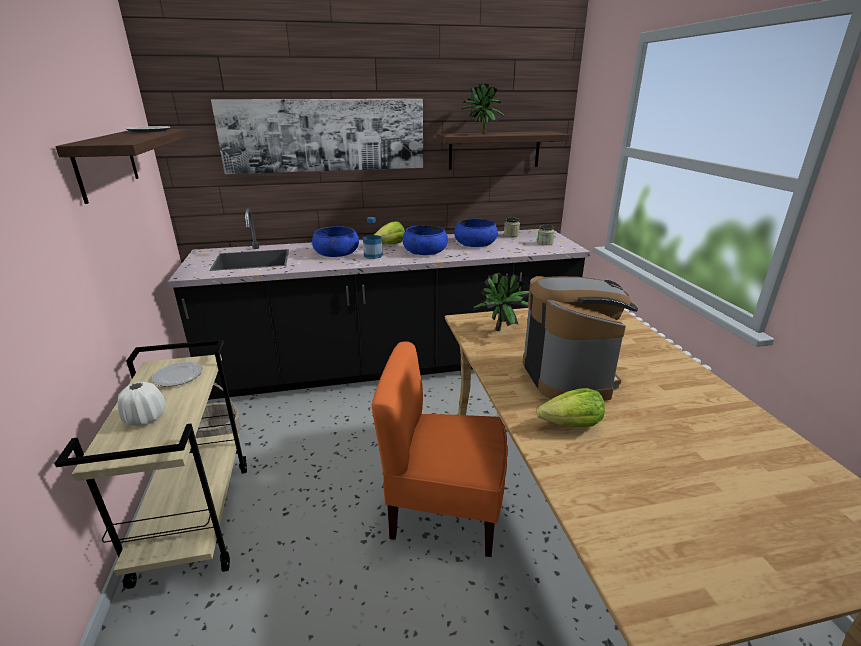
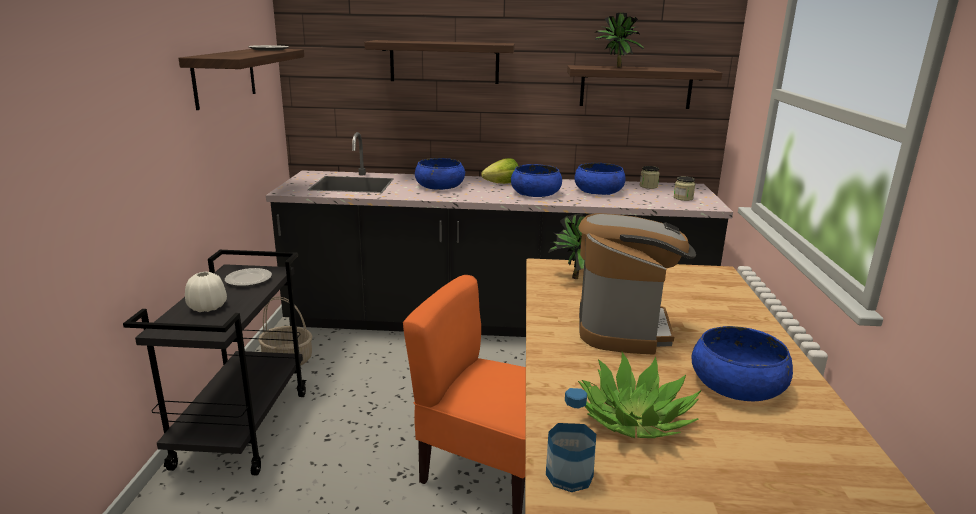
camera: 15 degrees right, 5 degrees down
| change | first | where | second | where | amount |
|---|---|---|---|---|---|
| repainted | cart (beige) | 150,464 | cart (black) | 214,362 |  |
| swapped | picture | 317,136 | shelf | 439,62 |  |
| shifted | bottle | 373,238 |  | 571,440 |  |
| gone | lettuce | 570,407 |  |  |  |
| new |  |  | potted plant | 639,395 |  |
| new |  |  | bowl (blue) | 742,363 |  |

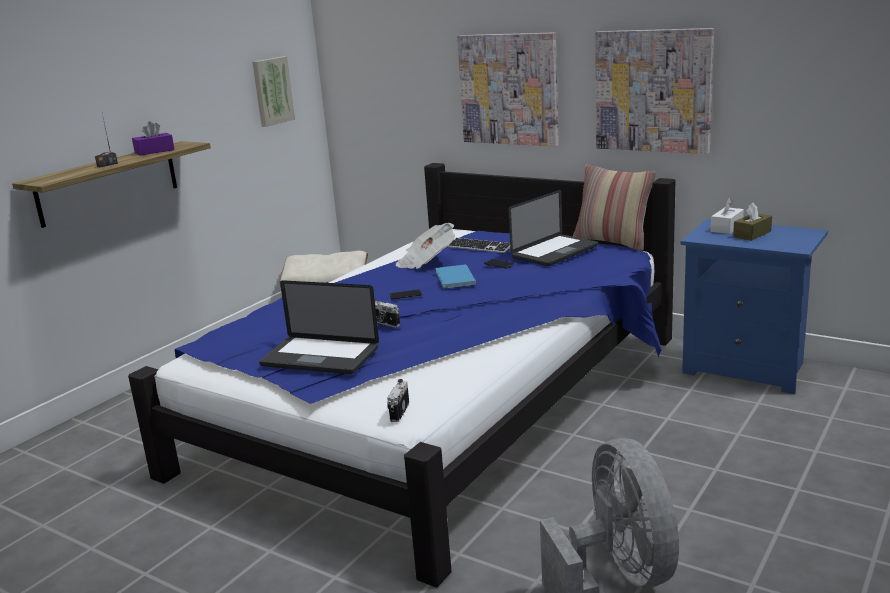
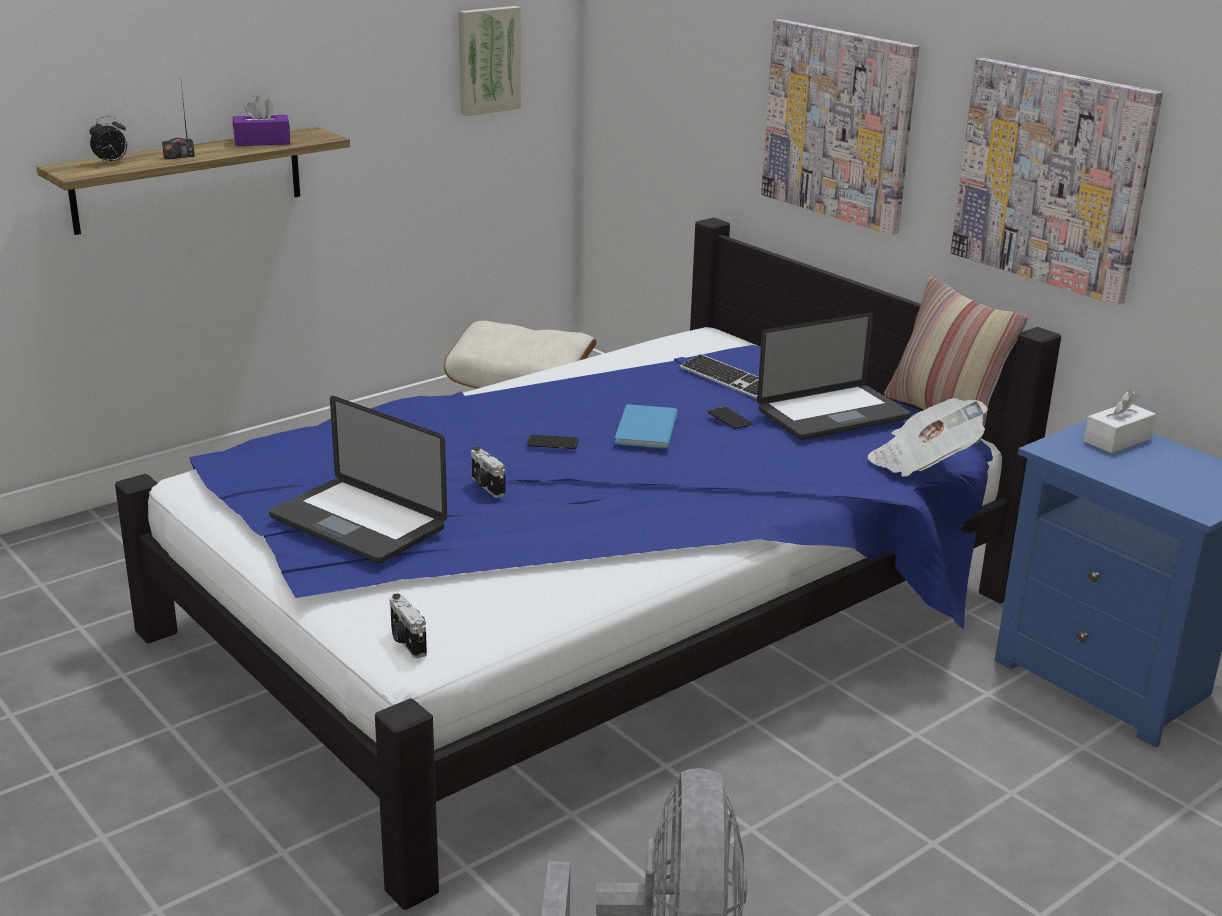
camera: 15 degrees right, 5 degrees up
| change | first | where | second | where | amount |
|---|---|---|---|---|---|
| rotated | photo camera | 398,400 |  | 408,626 | 60 degrees counterclockwise |
| shifted | newspaper | 425,246 |  | 928,437 |  |
| gone | tissue box (brown) | 752,222 |  |  |  |
| new |  |  | alarm clock | 108,140 |  |

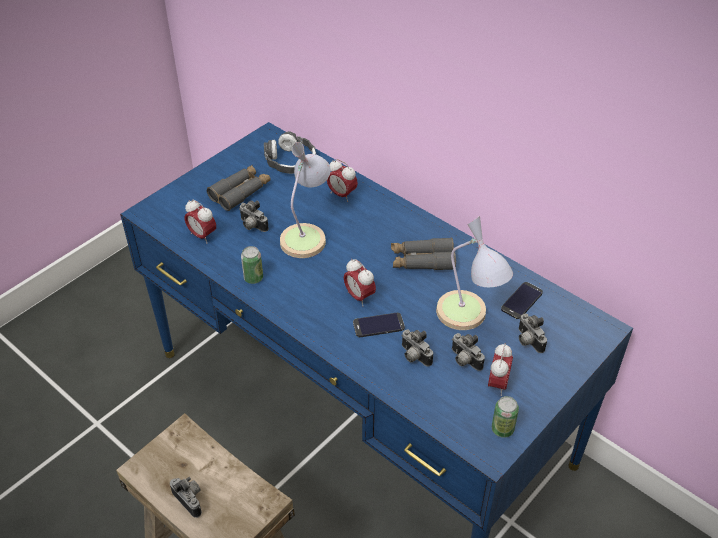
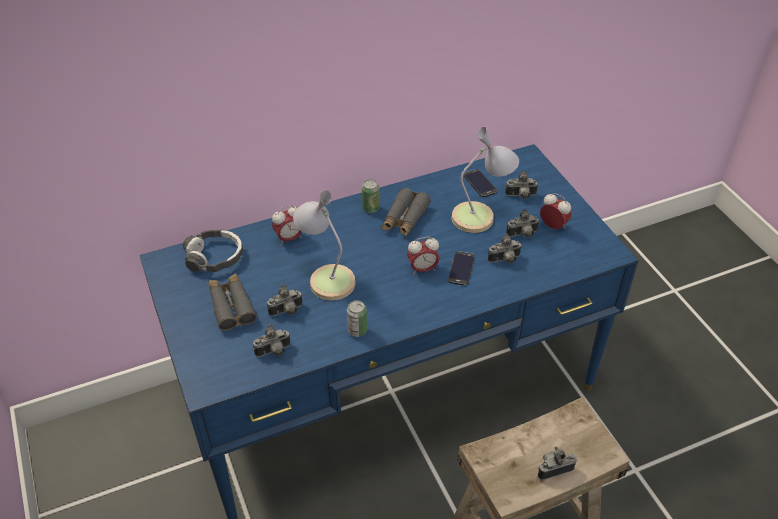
camera: 65 degrees left, 0 degrees up
| change | first | where | second | where | amount |
|---|---|---|---|---|---|
| swapped | alarm clock | 200,222 | photo camera | 272,340 |  |
| shifted | can | 505,417 |  | 370,196 |  |

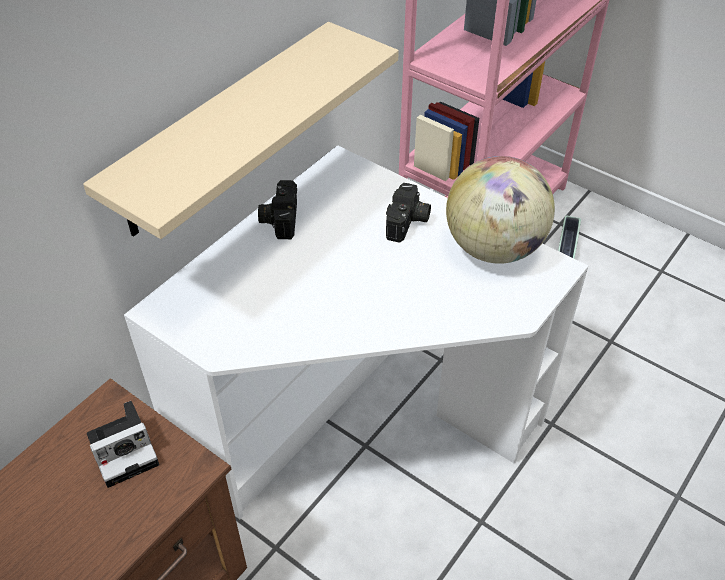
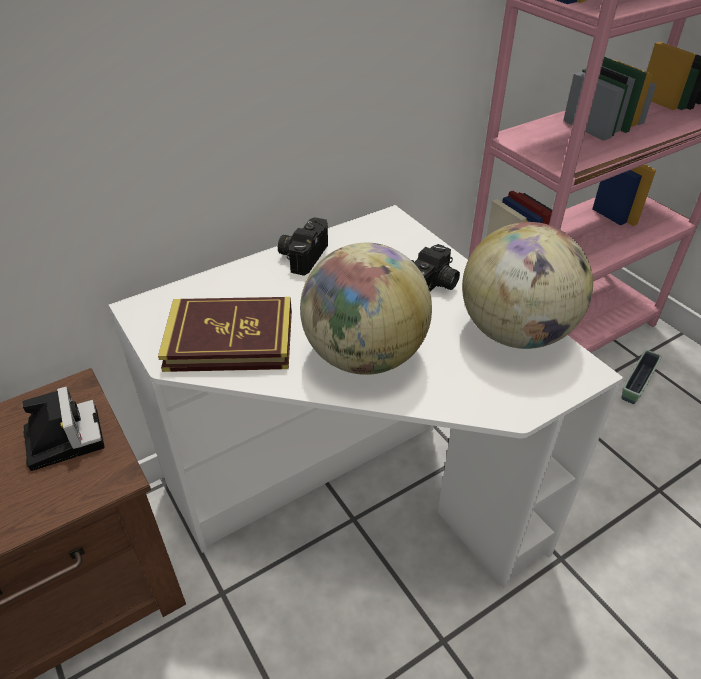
camera: 20 degrees right, 5 degrees down
| change | first | where | second | where | amount |
|---|---|---|---|---|---|
| gone | shelf (beige) | 241,130 |  |  |  |
| rotated | photo camera | 123,444 |  | 63,428 | 105 degrees counterclockwise |
| new |  |  | book | 225,334 |  |
| new |  |  | globe | 366,309 |  |

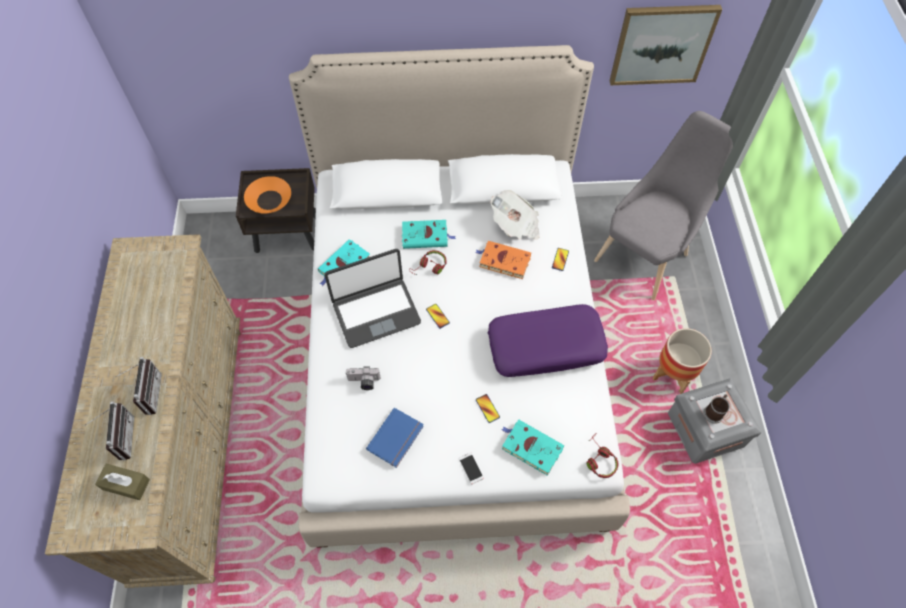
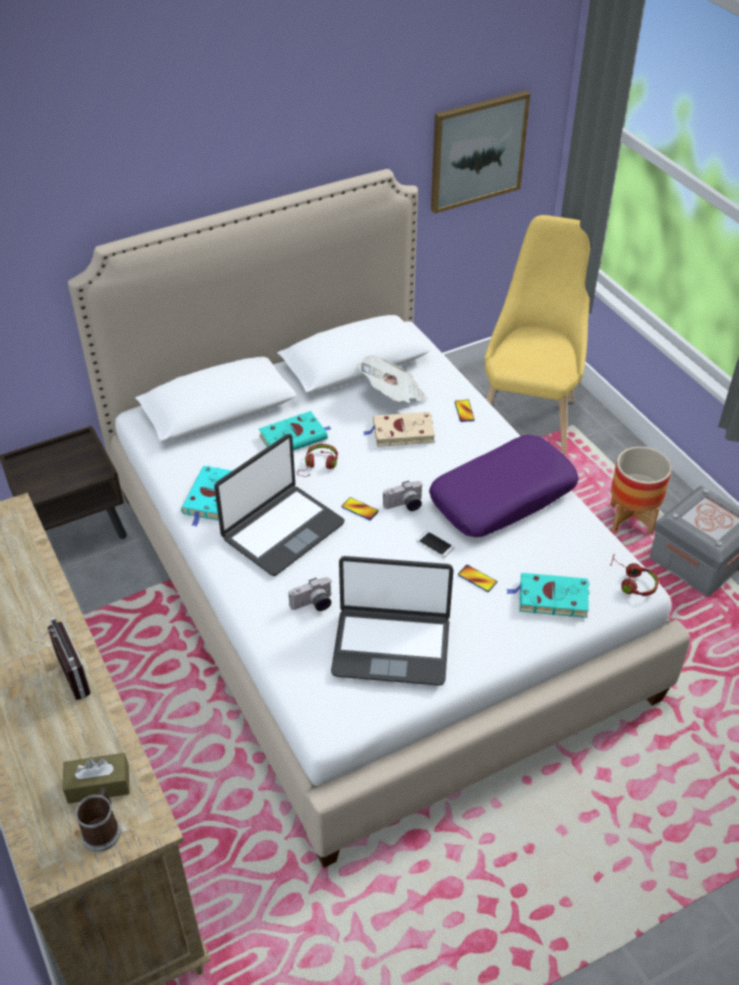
camera: 25 degrees left, 15 degrees down
| change | first | where | second | where | amount |
|---|---|---|---|---|---|
| gone | radio | 110,430 |  |  |  |
| gone | bowl (orange) | 267,195 |  |  |  |
| swapped | book (blue) | 395,438 | laptop | 392,621 |  |
| shifted | phone | 471,468 |  | 435,544 |  |
| repainted | book (orange) | 503,260 | book (beige) | 399,429 |  |
| repainted | chair (grey) | 663,205 | chair (yellow) | 537,335 |  |
| shifted | mug | 716,409 |  | 98,819 |  |
| new |  |  | photo camera | 403,496 |  |

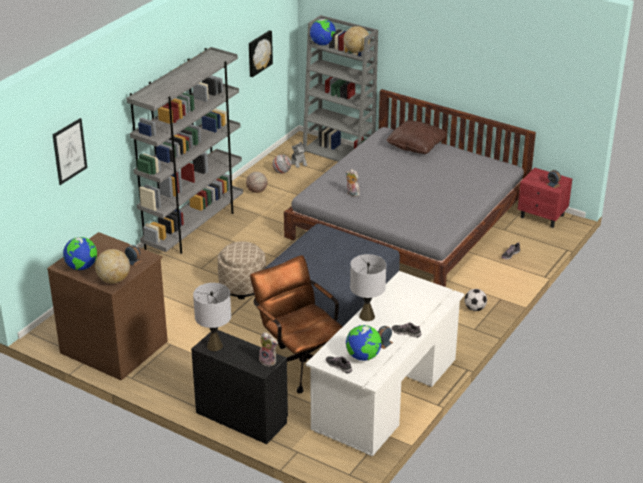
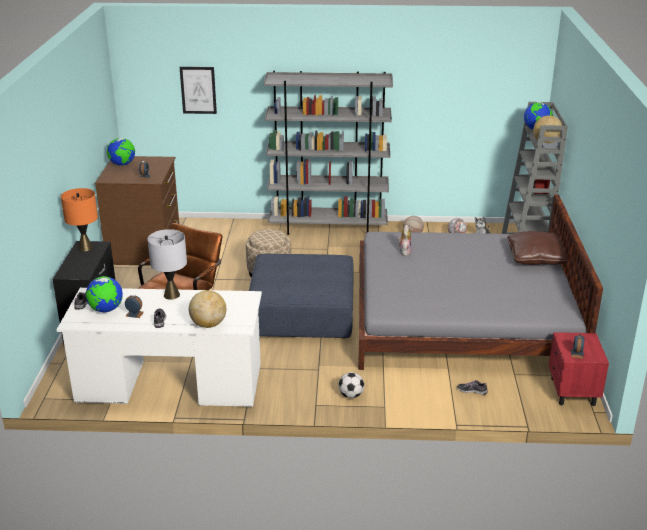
camera: 60 degrees right, 5 degrees down
| change | first | where | second | where | amount |
|---|---|---|---|---|---|
| shifted | globe | 112,266 |  | 207,309 |  |
| repainted | table lamp (grey) | 212,317 | table lamp (orange) | 79,219 |  |
| gone | picture | 261,53 |  |  |  |
| gone | plush toy | 268,349 |  |  |  |

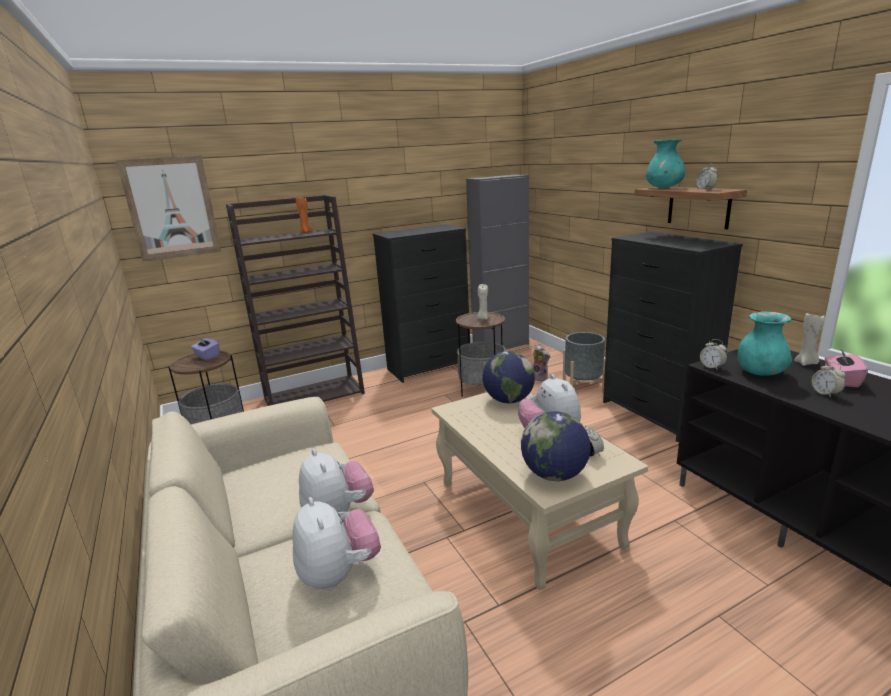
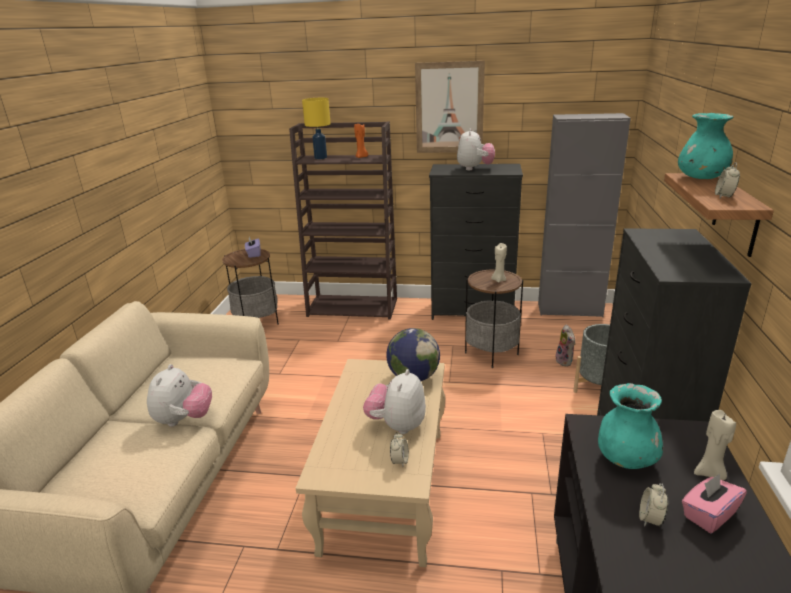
camera: 35 degrees right, 5 degrees up
| change | first | where | second | where | amount |
|---|---|---|---|---|---|
| shifted | picture | 169,208 |  | 450,107 |  |
| shifted | plush toy | 336,543 |  | 476,149 |  |
| gone | globe | 556,446 |  |  |  |
| gone | alarm clock | 713,354 |  |  |  |
| new |  |  | table lamp (yellow) | 316,128 |  |

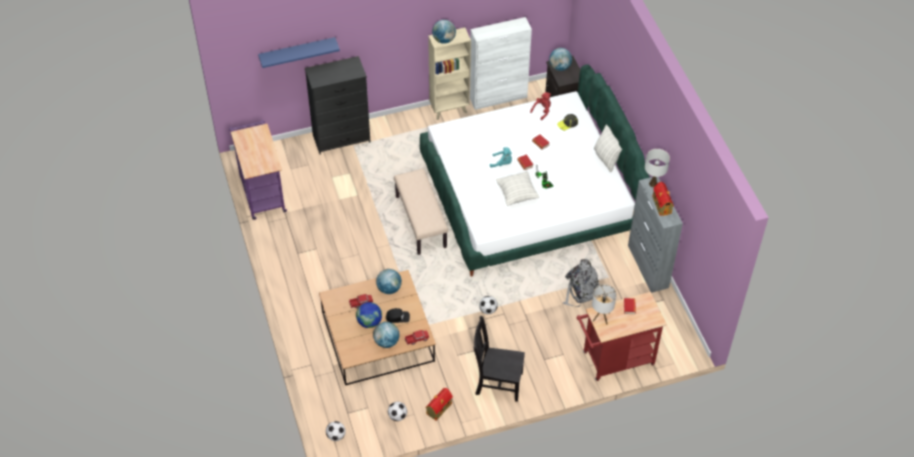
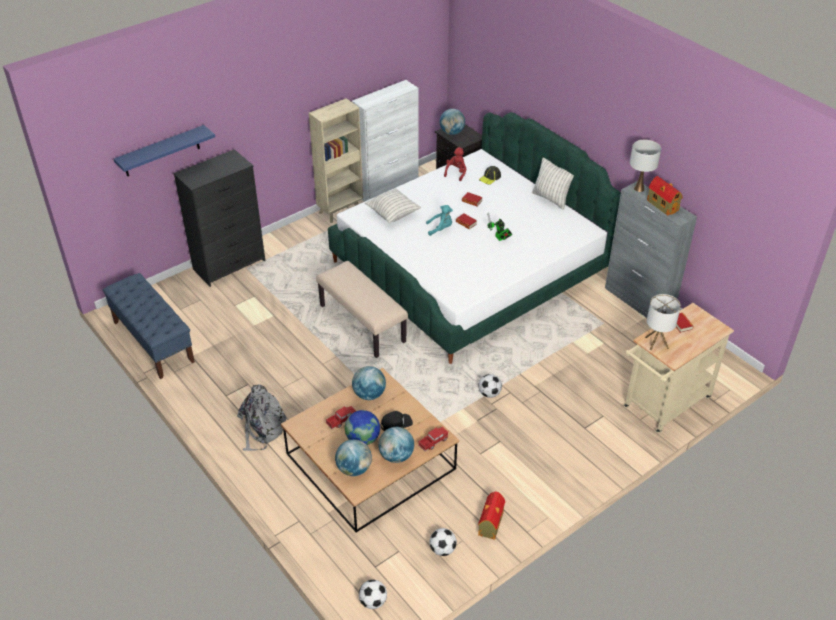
camera: 20 degrees left, 10 degrees down
| change | first | where | second | where | amount |
|---|---|---|---|---|---|
| swapped | cart (purple) | 258,170 | bench (blue) | 149,326 |  |
| shifted | globe | 444,32 |  | 353,457 |  |
| gone | chair (black) | 499,359 |  |  |  |
| shifted | pillow | 517,188 |  | 393,205 |  |
| shifted | backpack (grey) | 581,283 |  | 262,417 |  |
| repainted | cart (red) | 622,336 | cart (beige) | 679,368 |  |

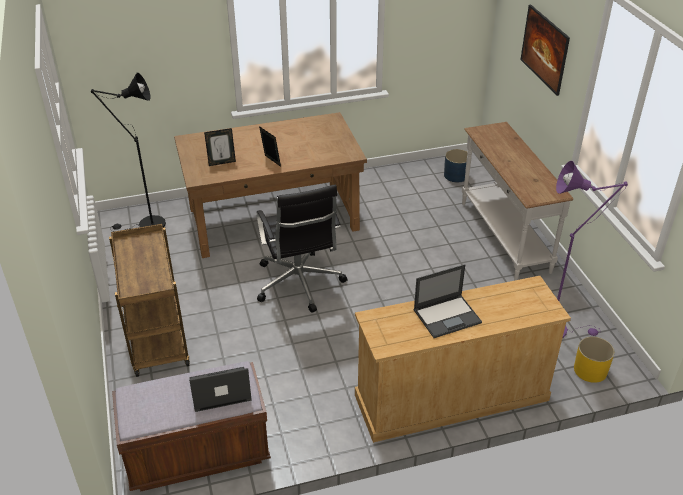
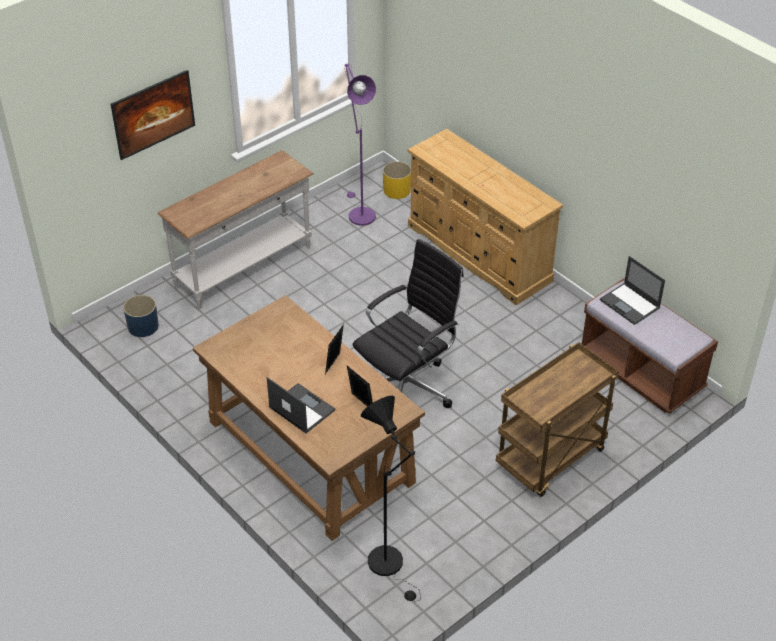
camera: 115 degrees left, 5 degrees up
| change | first | where | second | where | amount |
|---|---|---|---|---|---|
| shifted | laptop | 448,301 |  | 301,405 |  |

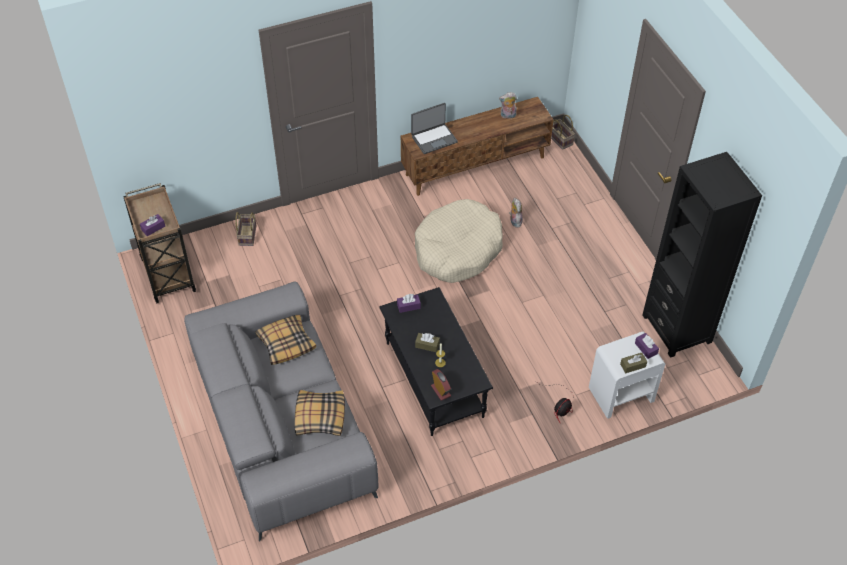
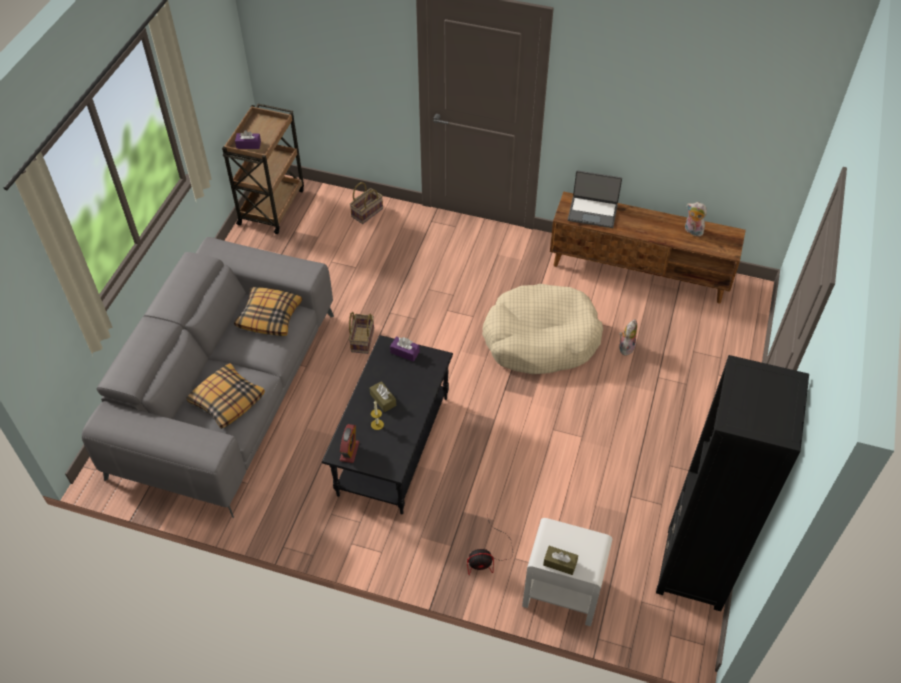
camera: 40 degrees right, 0 degrees up
| change | first | where | second | where | amount |
|---|---|---|---|---|---|
| shifted | basket | 563,132 |  | 361,333 |  |
| gone | tissue box (purple) | 647,346 |  |  |  |

